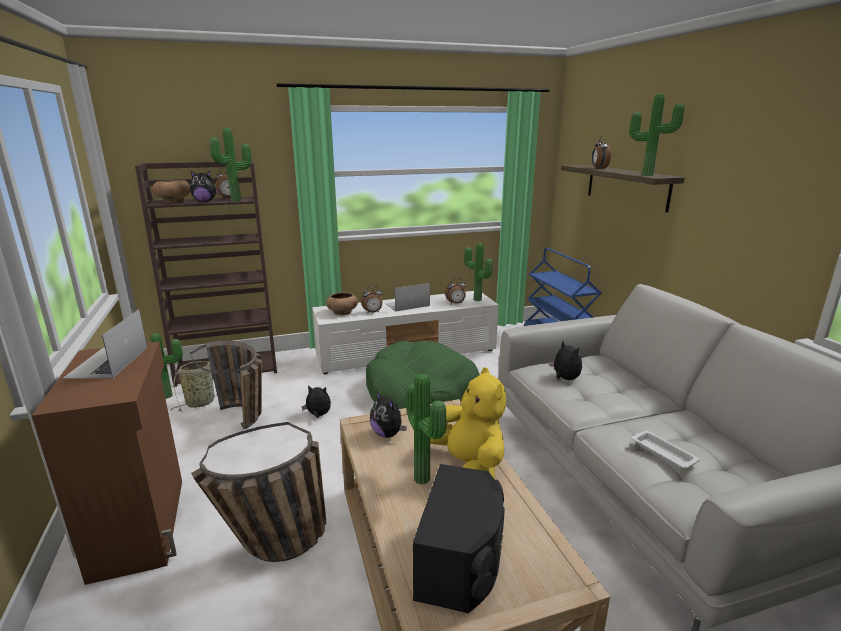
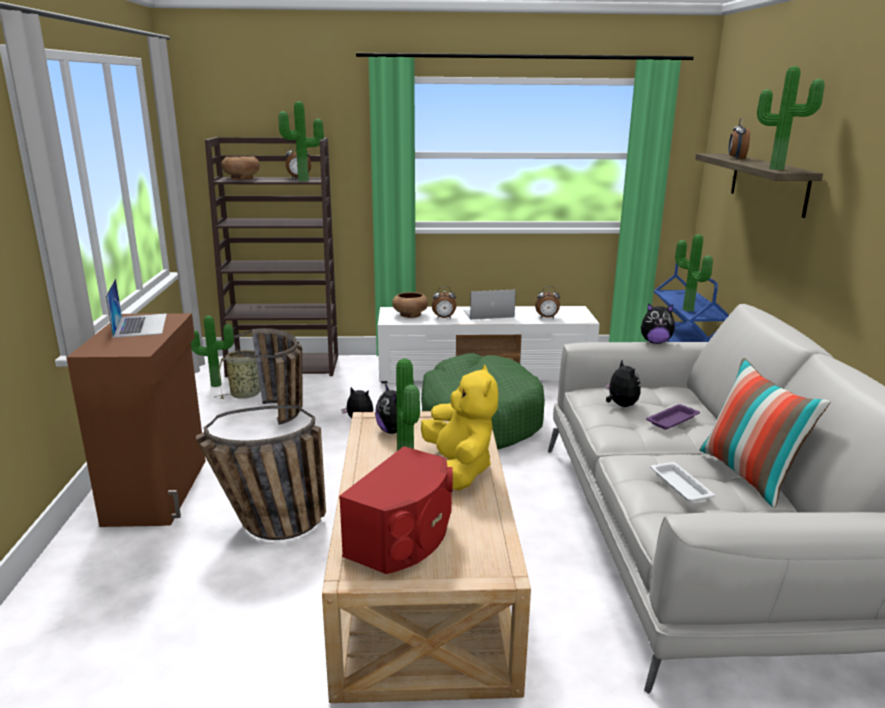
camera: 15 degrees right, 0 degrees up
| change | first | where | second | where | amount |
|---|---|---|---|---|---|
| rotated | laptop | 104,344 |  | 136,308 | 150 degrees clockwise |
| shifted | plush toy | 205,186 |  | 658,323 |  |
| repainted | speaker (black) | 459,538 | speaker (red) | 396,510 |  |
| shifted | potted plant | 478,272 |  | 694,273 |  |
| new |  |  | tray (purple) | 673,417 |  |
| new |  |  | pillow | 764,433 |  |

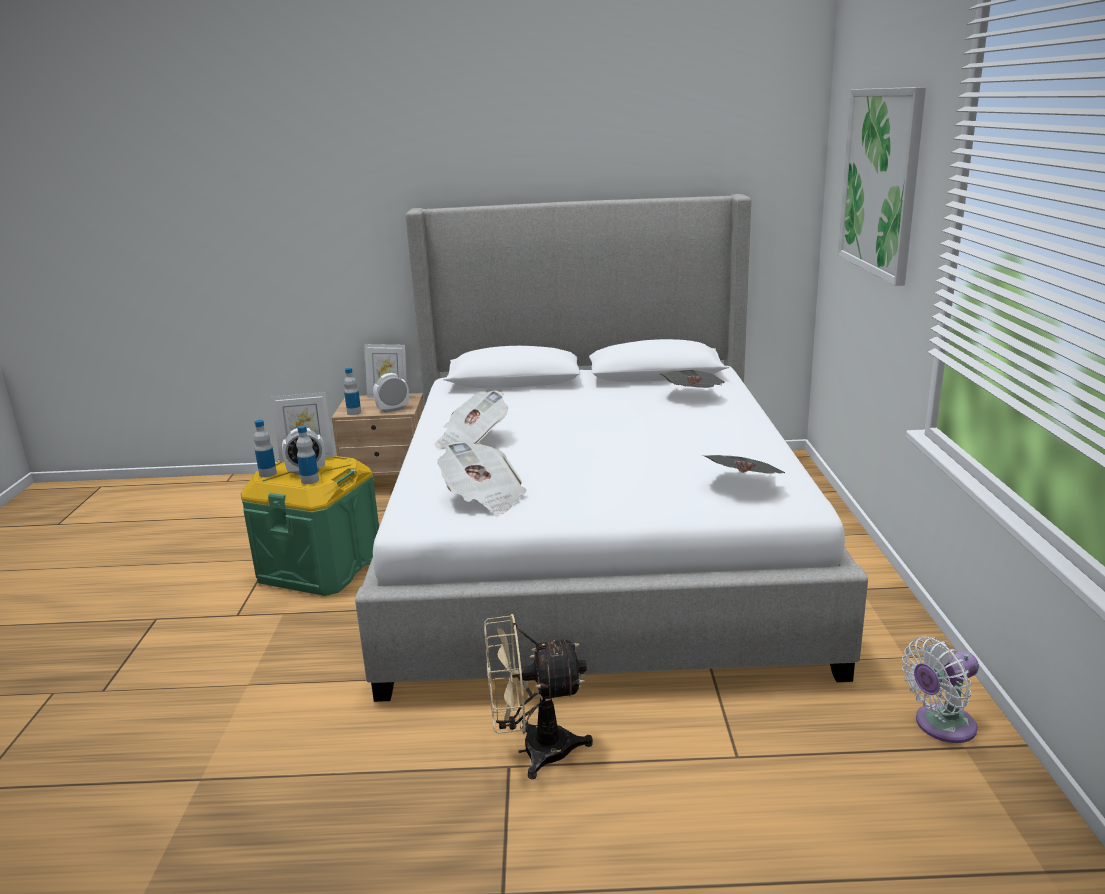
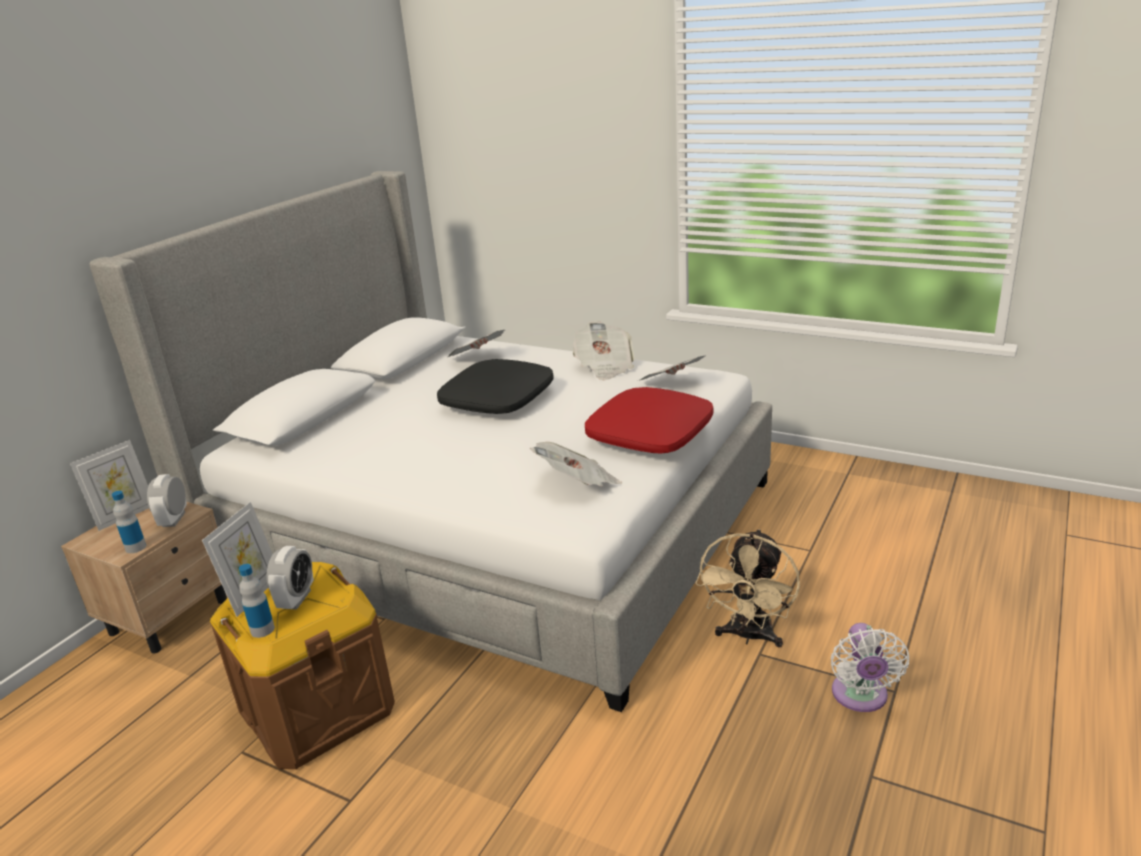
camera: 60 degrees left, 5 degrees up
| change | first | where | second | where | amount |
|---|---|---|---|---|---|
| repainted | storage box (green) | 310,526 | storage box (brown) | 302,665 |  |
| gone | bottle | 307,454 |  |  |  |
| shifted | newspaper | 471,420 |  | 603,350 |  |
| gone | picture | 882,186 |  |  |  |
| shifted | fan (white) | 940,690 |  | 870,667 |  |
| new |  |  | pillow (black) | 495,386 |  |
| new |  |  | pillow (red) | 649,420 |  |

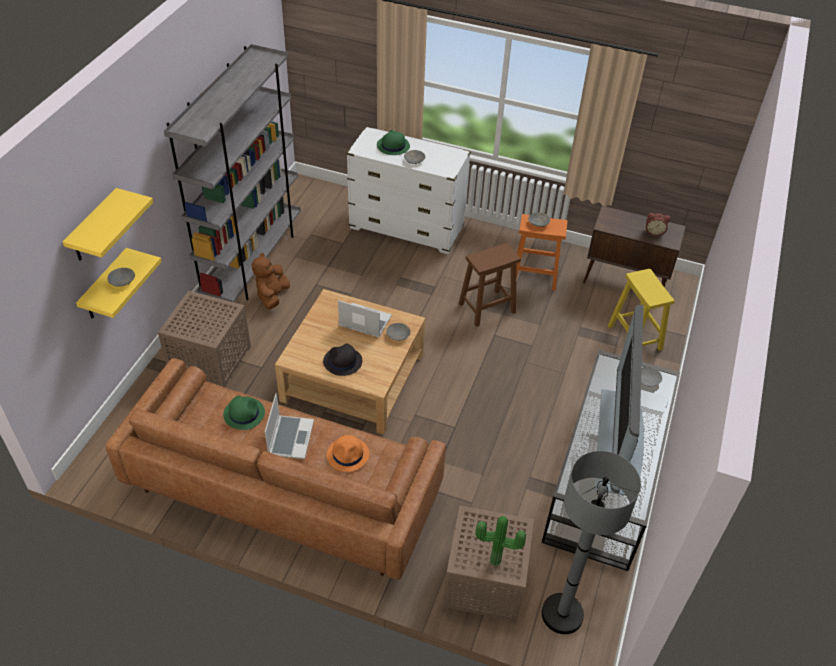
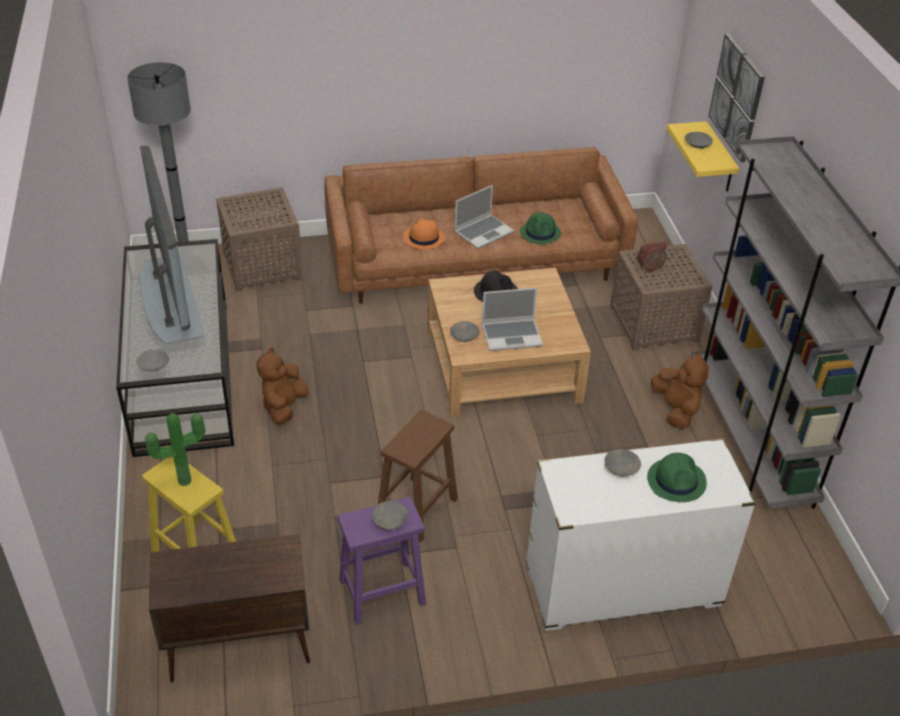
camera: 150 degrees right, 5 degrees down
| change | first | where | second | where | amount |
|---|---|---|---|---|---|
| swapped | shelf (yellow) | 108,224 | picture | 737,97 |  |
| rotated | laptop | 289,426 |  | 484,217 | 105 degrees counterclockwise |
| shifted | potted plant | 500,541 |  | 175,449 |  |
| repainted | stool (orange) | 542,252 | stool (purple) | 382,560 |  |
| shifted | alarm clock | 658,224 |  | 652,256 |  |
| new |  |  | plush toy (brown) | 283,385 |  |

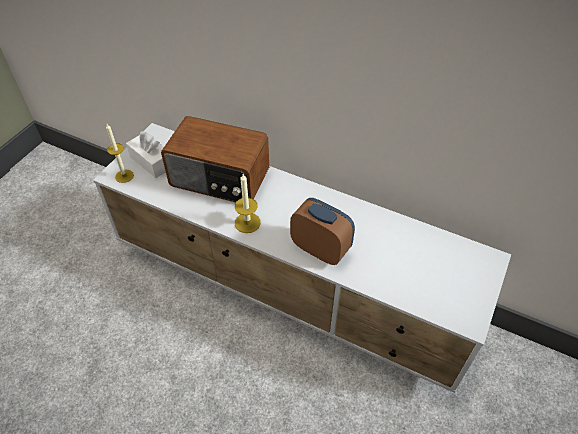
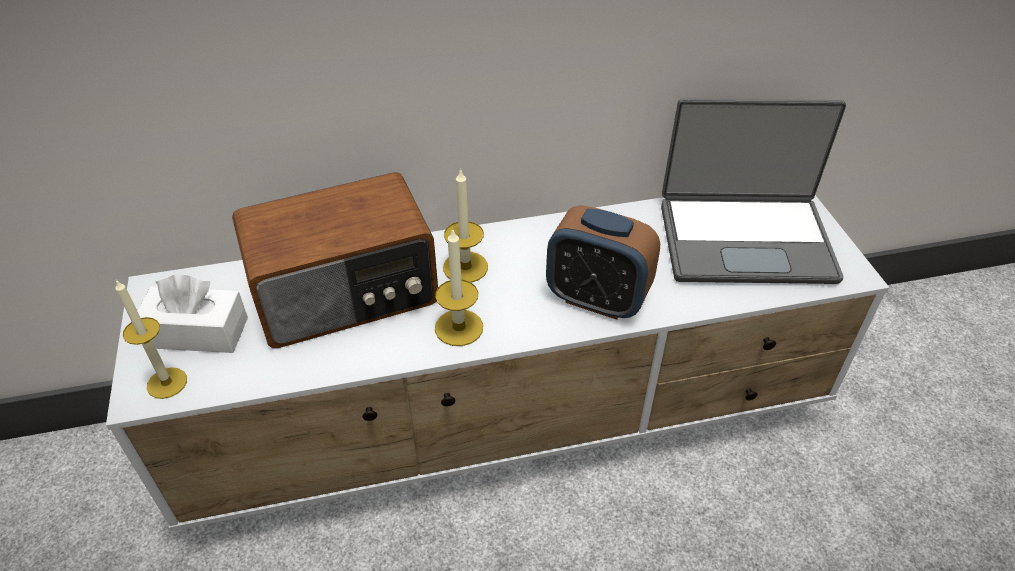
camera: 40 degrees left, 5 degrees down
| change | first | where | second | where | amount |
|---|---|---|---|---|---|
| rotated | alarm clock | 322,231 |  | 603,262 | 150 degrees counterclockwise |
| new |  |  | candle | 465,225 |  |
| new |  |  | laptop | 753,191 |  |

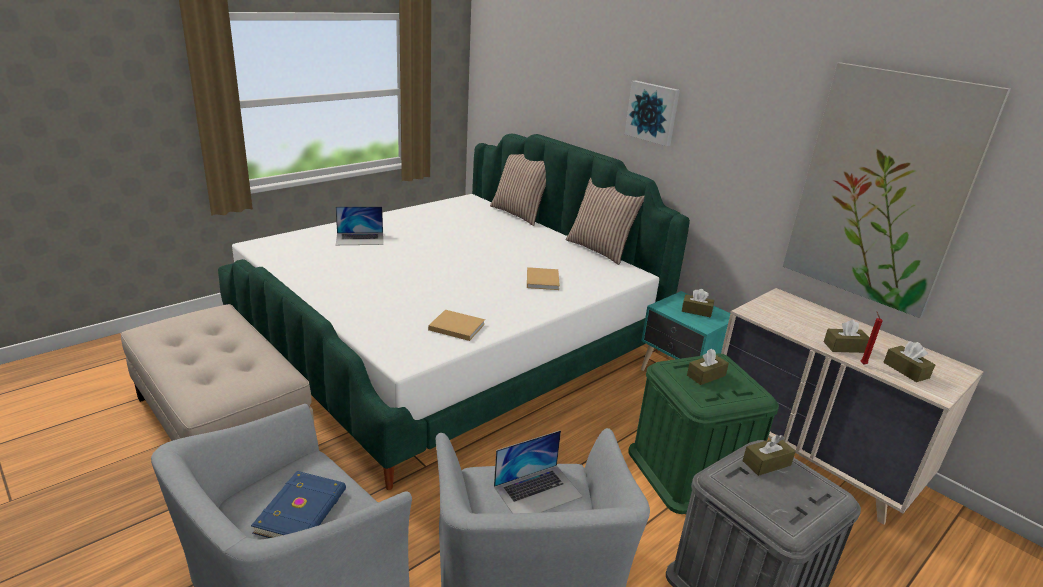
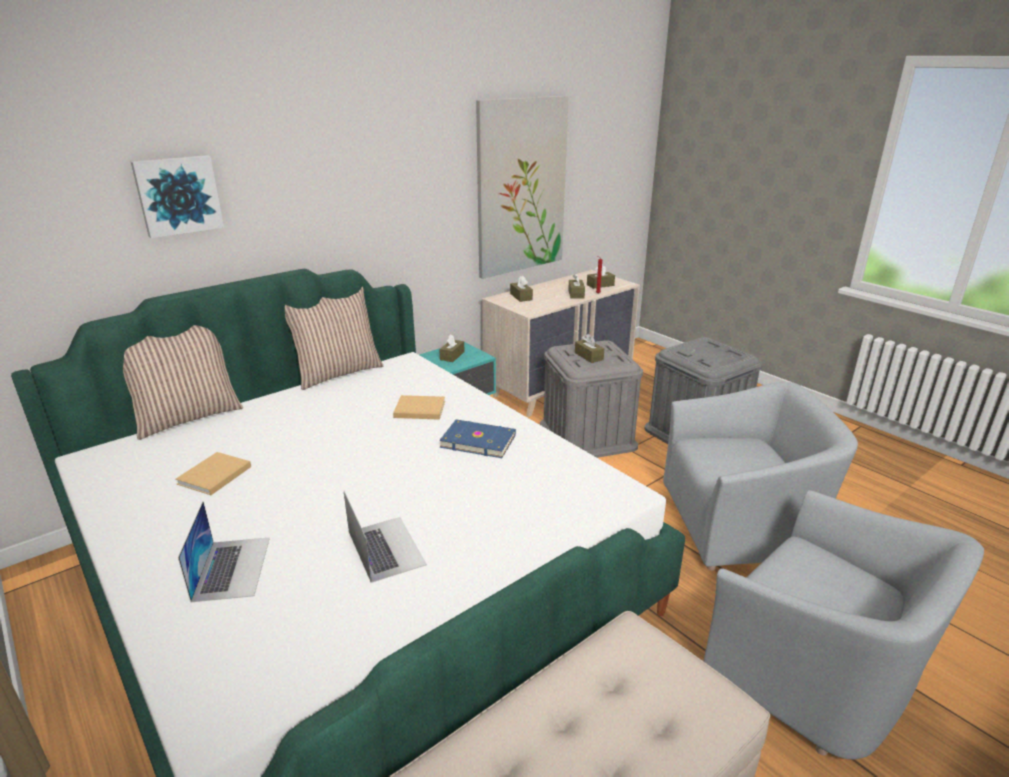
camera: 85 degrees left, 0 degrees up
| change | first | where | second | where | amount |
|---|---|---|---|---|---|
| shifted | book (blue) | 298,504 |  | 477,438 |  |
| shifted | book (beige) | 456,325 |  | 213,473 |  |
| shifted | laptop | 538,471 |  | 385,537 |  |
| shifted | picture | 652,113 |  | 177,196 |  |
| repainted | storage box (green) | 704,433 | storage box (grey) | 591,399 |  |
| shifted | tissue box (brown) | 769,455 |  | 521,288 |  |

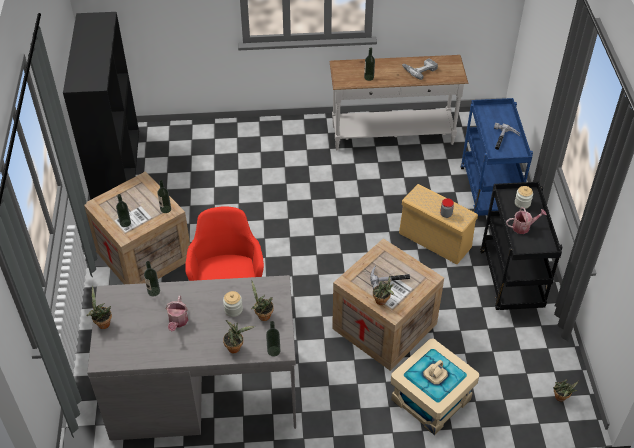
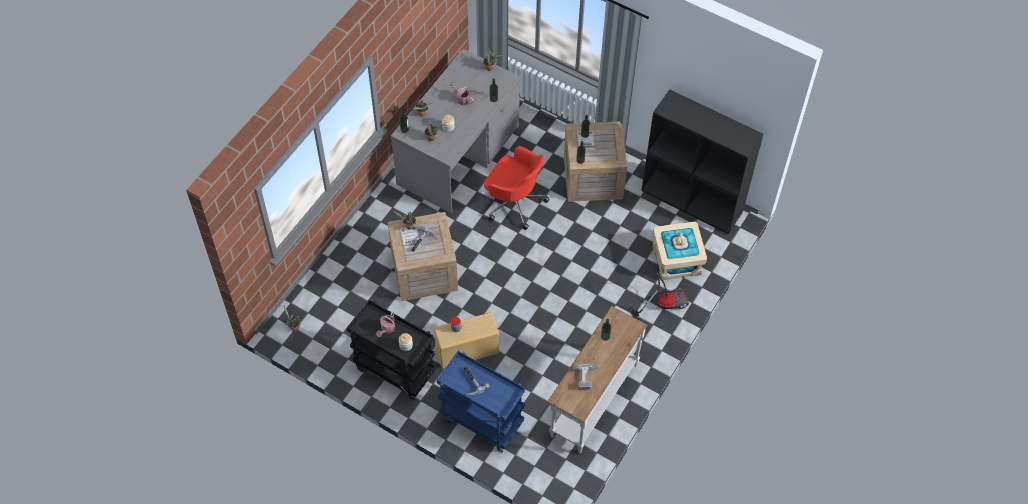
camera: 125 degrees right, 10 degrees up
| change | first | where | second | where | amount |
|---|---|---|---|---|---|
| shifted | storage box (beige) | 435,387 |  | 679,250 |  |
| new |  |  | vacuum cleaner | 659,295 |  |

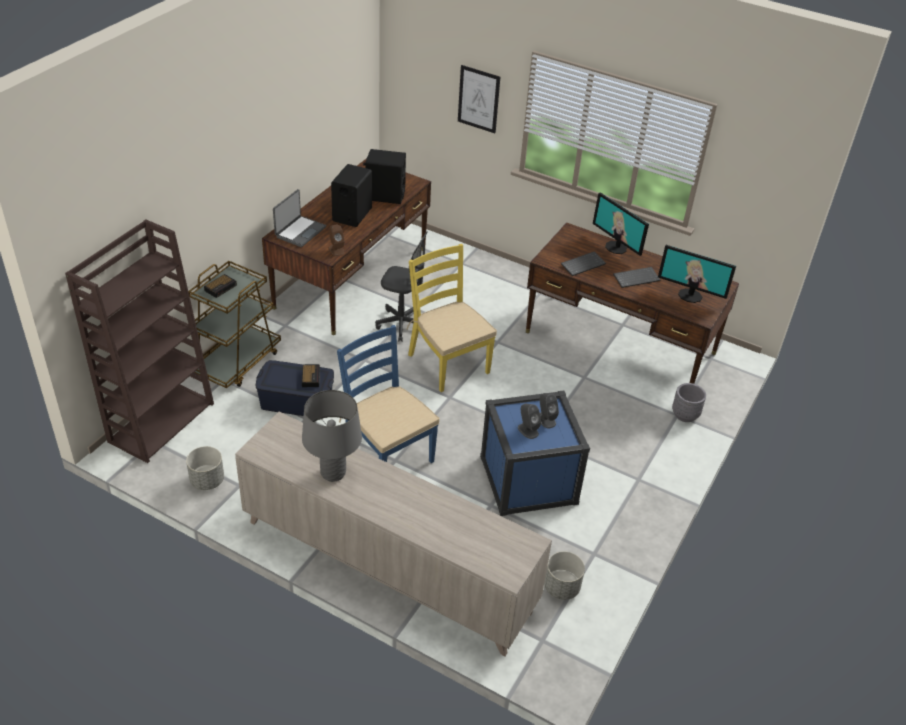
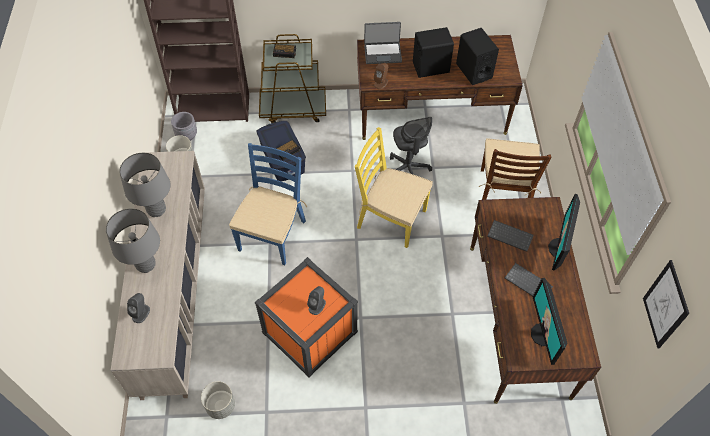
camera: 60 degrees right, 15 degrees up
| change | first | where | second | where | amount |
|---|---|---|---|---|---|
| rotated | chair (yellow) | 451,318 |  | 394,187 | 90 degrees counterclockwise |
| shifted | picture | 479,99 |  | 666,304 |  |
| repainted | storage box (blue) | 535,453 | storage box (orange) | 306,317 |  |
| shifted | speaker (grey) | 529,421 |  | 138,308 |  |
| shifted | planter (grey) | 689,402 |  | 184,126 |  |
| new |  |  | table lamp (grey) | 133,240 |  |
| new |  |  | chair (brown) | 515,169 |  |

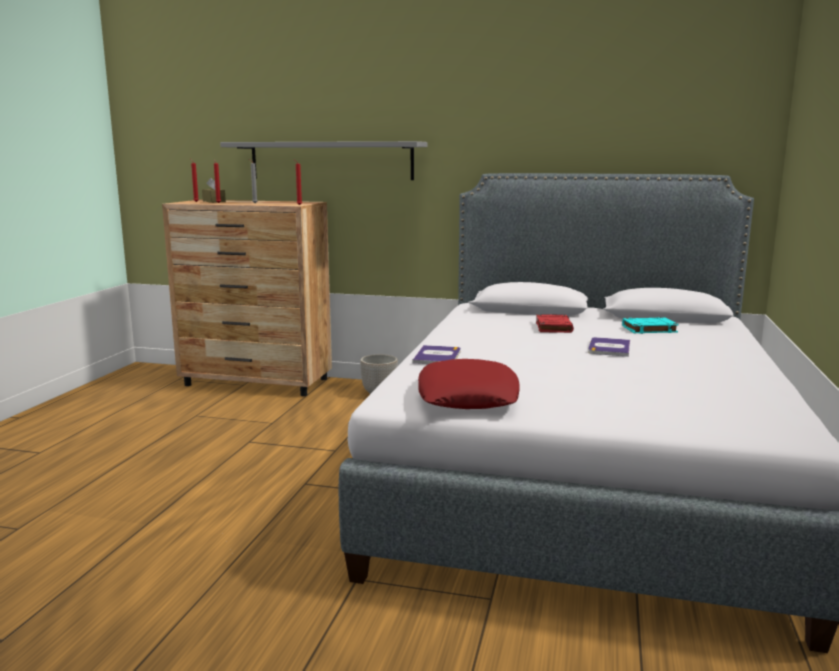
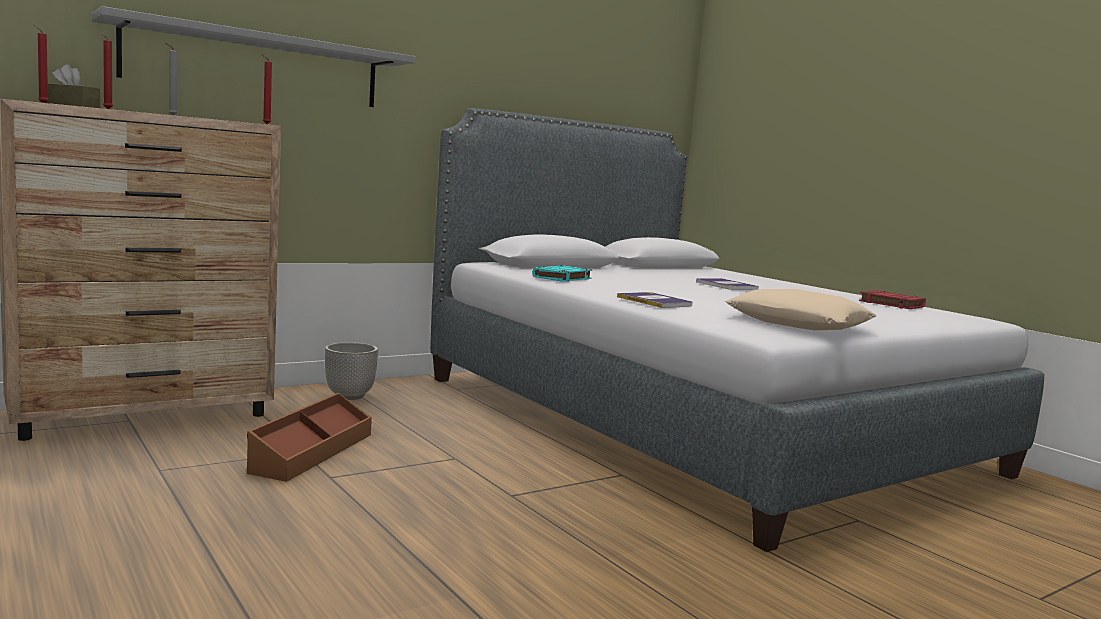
camera: 50 degrees left, 5 degrees down
| change | first | where | second | where | amount |
|---|---|---|---|---|---|
| repainted | pillow (red) | 469,384 | pillow (beige) | 801,309 |  |
| shifted | book (red) | 555,323 |  | 892,299 |  |
| shifted | book (turquoise) | 650,325 |  | 562,273 |  |
| new |  |  | storage box (brown) | 309,437 |  |

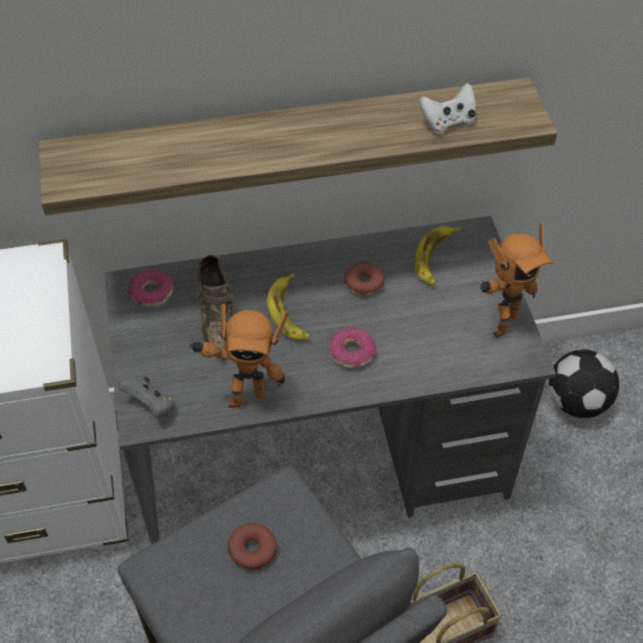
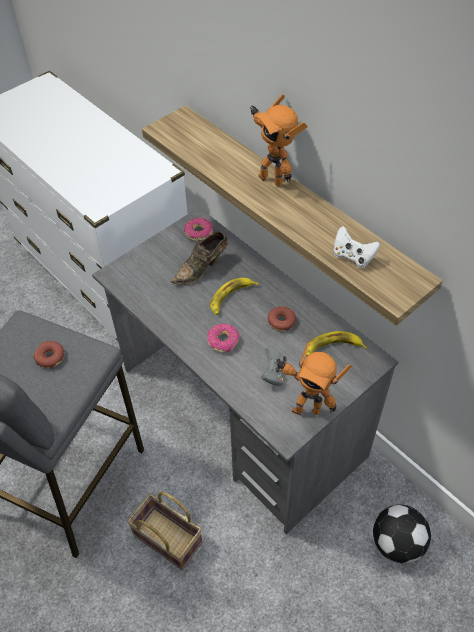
camera: 60 degrees right, 0 degrees up
| change | first | where | second | where | amount |
|---|---|---|---|---|---|
| shifted | game controller (grey) | 146,397 |  | 274,366 |  |
| shifted | toy robot | 238,355 |  | 278,140 |  |

